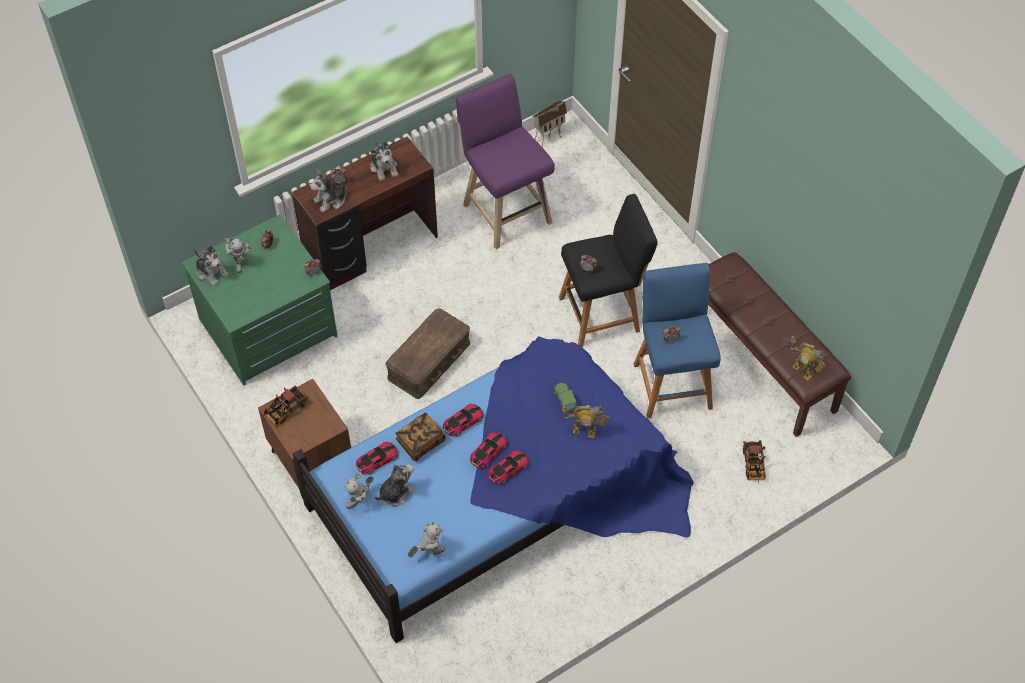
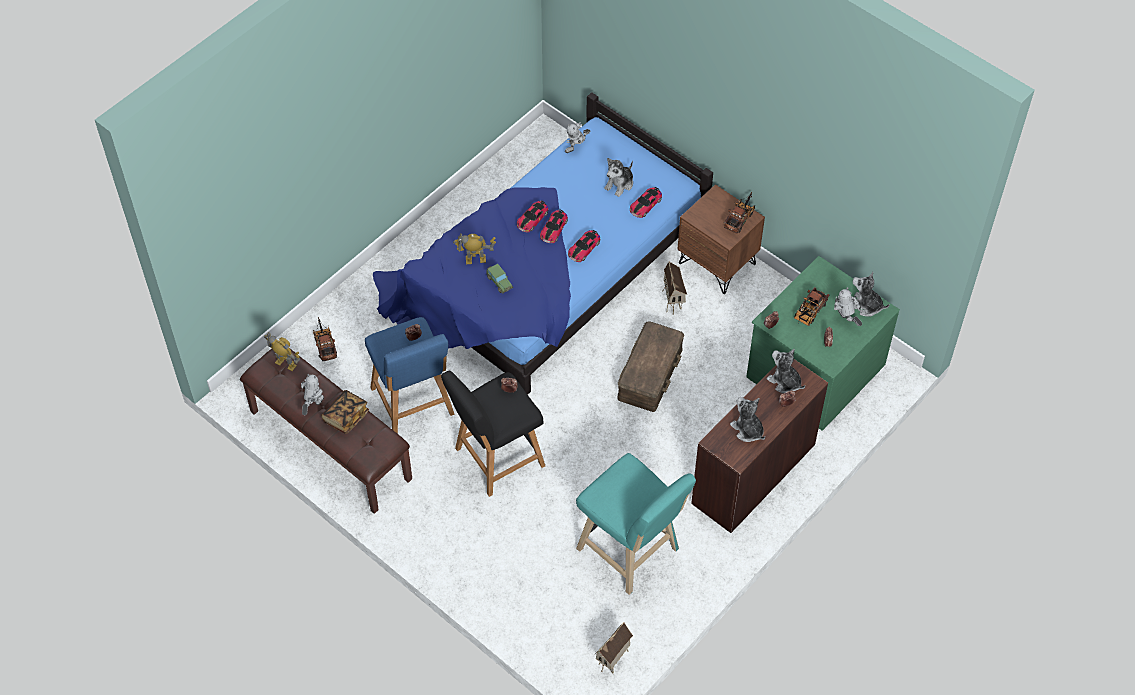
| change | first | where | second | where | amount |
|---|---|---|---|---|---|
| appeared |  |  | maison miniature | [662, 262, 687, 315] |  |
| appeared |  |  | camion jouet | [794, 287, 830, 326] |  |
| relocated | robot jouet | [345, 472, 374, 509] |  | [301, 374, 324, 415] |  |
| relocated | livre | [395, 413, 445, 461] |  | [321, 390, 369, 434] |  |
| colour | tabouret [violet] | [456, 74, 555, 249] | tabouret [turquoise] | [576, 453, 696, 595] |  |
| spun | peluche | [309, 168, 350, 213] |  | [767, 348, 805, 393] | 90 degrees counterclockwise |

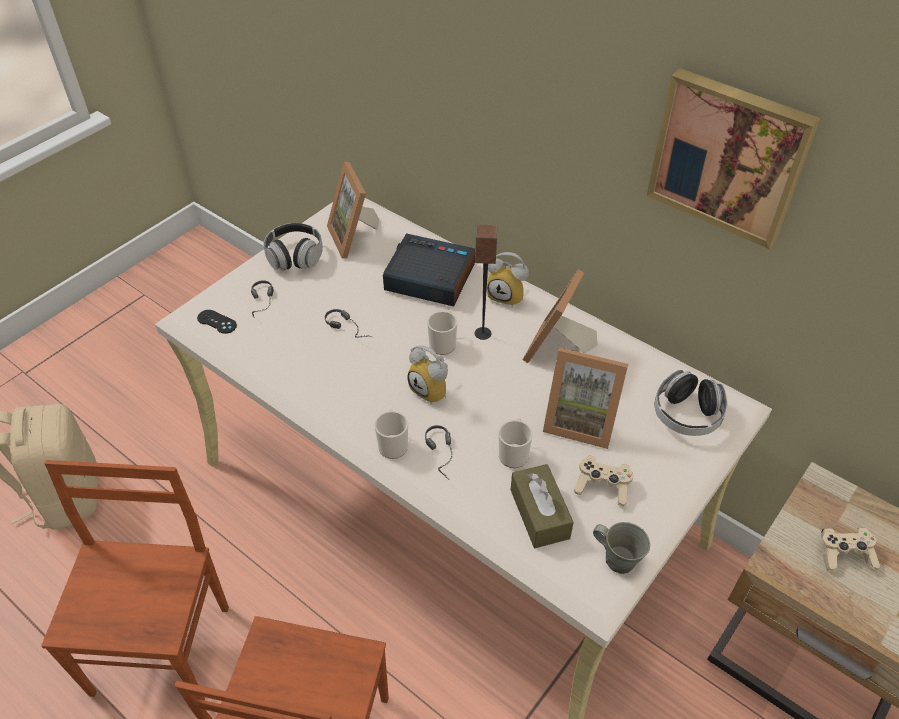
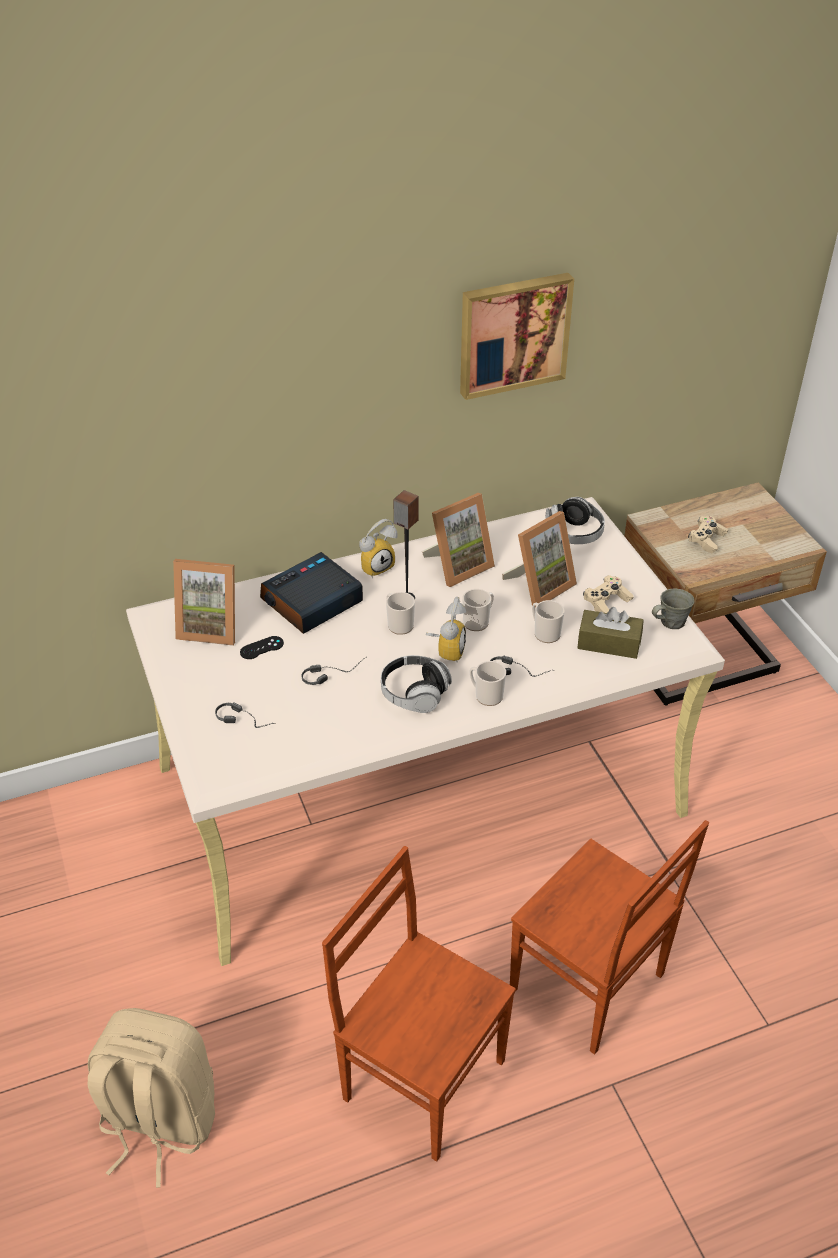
| change | first | where | second | where | amount |
|---|---|---|---|---|---|
| appeared |  |  | mug | [462, 589, 494, 631] |  |
| relocated | manette [noir] | [197, 310, 237, 334] |  | [240, 636, 284, 659] |  |
| relocated | casque audio | [263, 223, 323, 271] |  | [381, 655, 452, 713] |  |
| spun | réveil | [407, 345, 448, 404] |  | [426, 597, 466, 662] | 60 degrees counterclockwise |
| spun | cadre photo | [523, 269, 598, 363] |  | [422, 493, 495, 587] | 90 degrees counterclockwise |

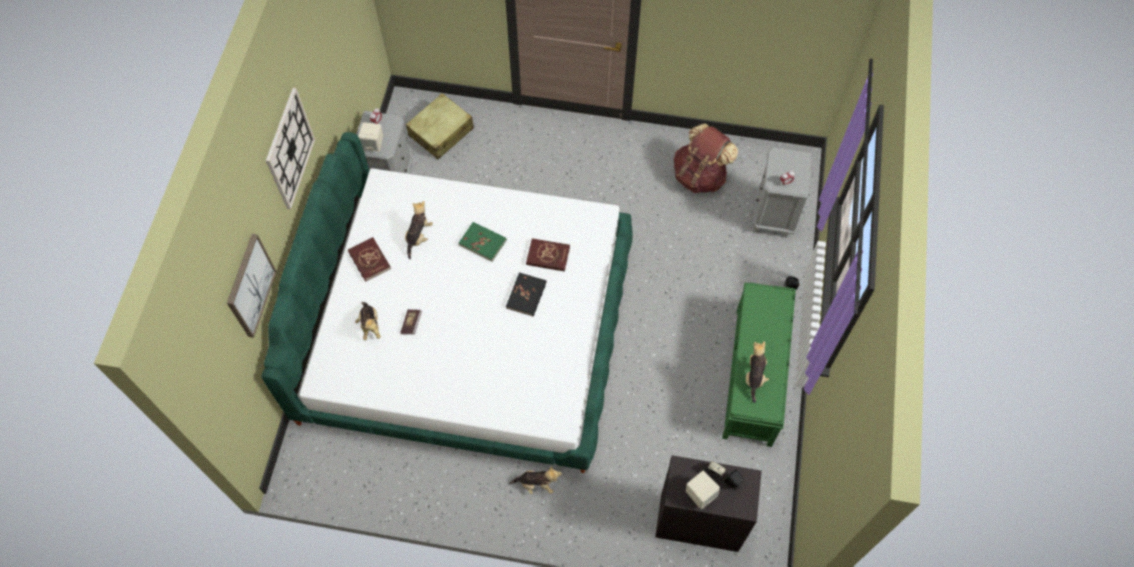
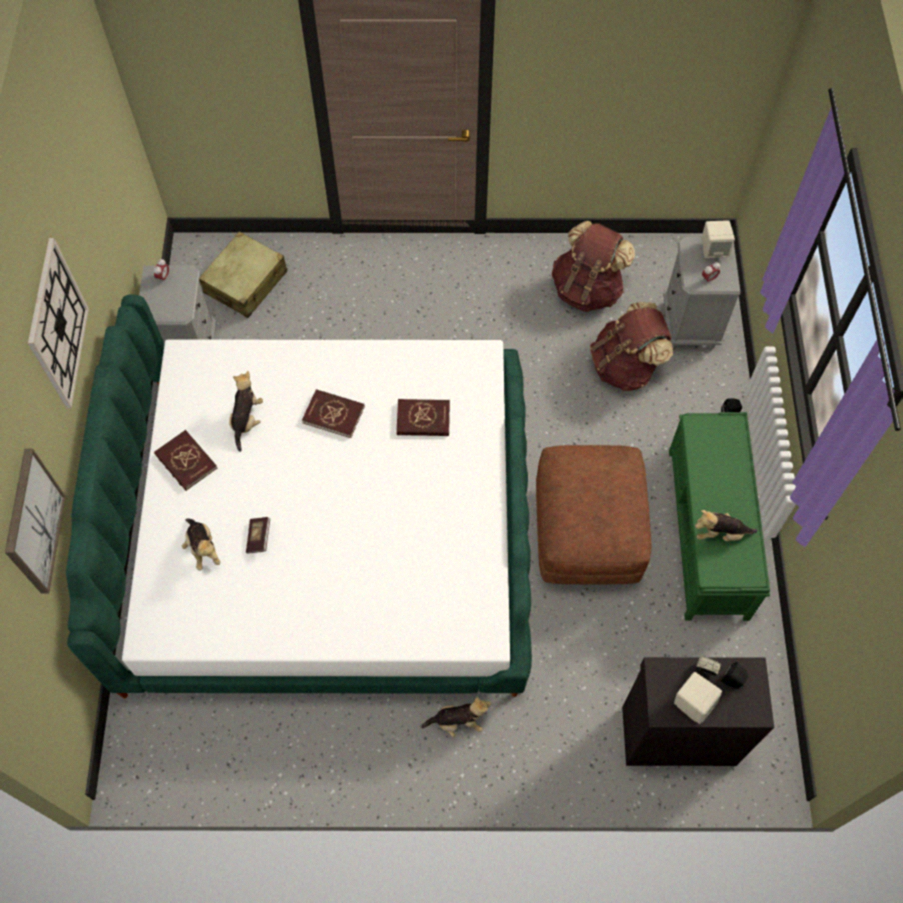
| change | first | where | second | where | amount |
|---|---|---|---|---|---|
| missing | livre [noir] | [506, 272, 547, 316] |  |  |  |
| appeared |  |  | pouf [marron] | [536, 445, 652, 585] |  |
| appeared |  |  | sac à dos [marron] | [590, 302, 673, 391] |  |
| relocated | enceinte [beige] | [358, 122, 383, 152] |  | [702, 220, 735, 258] |  |
| colour | livre [vert] | [459, 222, 507, 262] | livre [rouge] | [302, 389, 365, 438] |  |
| spun | peluche | [746, 341, 769, 403] |  | [695, 510, 757, 541] | 90 degrees counterclockwise |

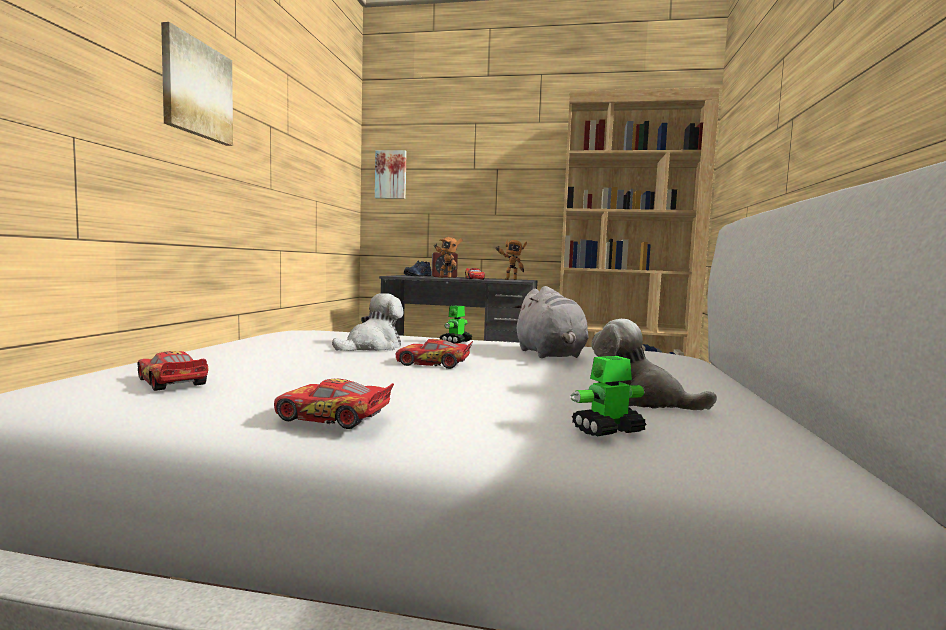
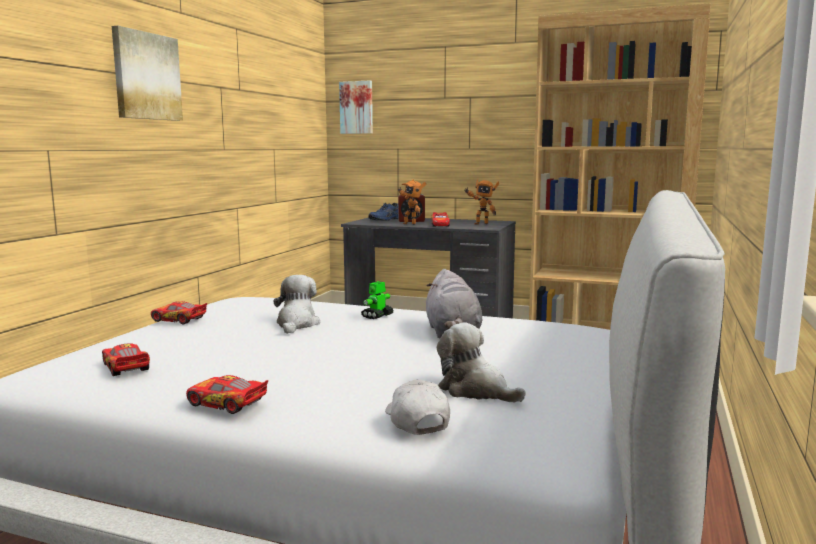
| change | first | where | second | where | amount |
|---|---|---|---|---|---|
| relocated | petite voiture | [396, 339, 473, 369] |  | [151, 301, 207, 324] |  |
| exchanged | robot jouet | [570, 356, 647, 436] | casquette [blanc] | [385, 380, 450, 435] |  |
| spun | peluche | [332, 293, 404, 351] |  | [274, 275, 320, 334] | 45 degrees counterclockwise |

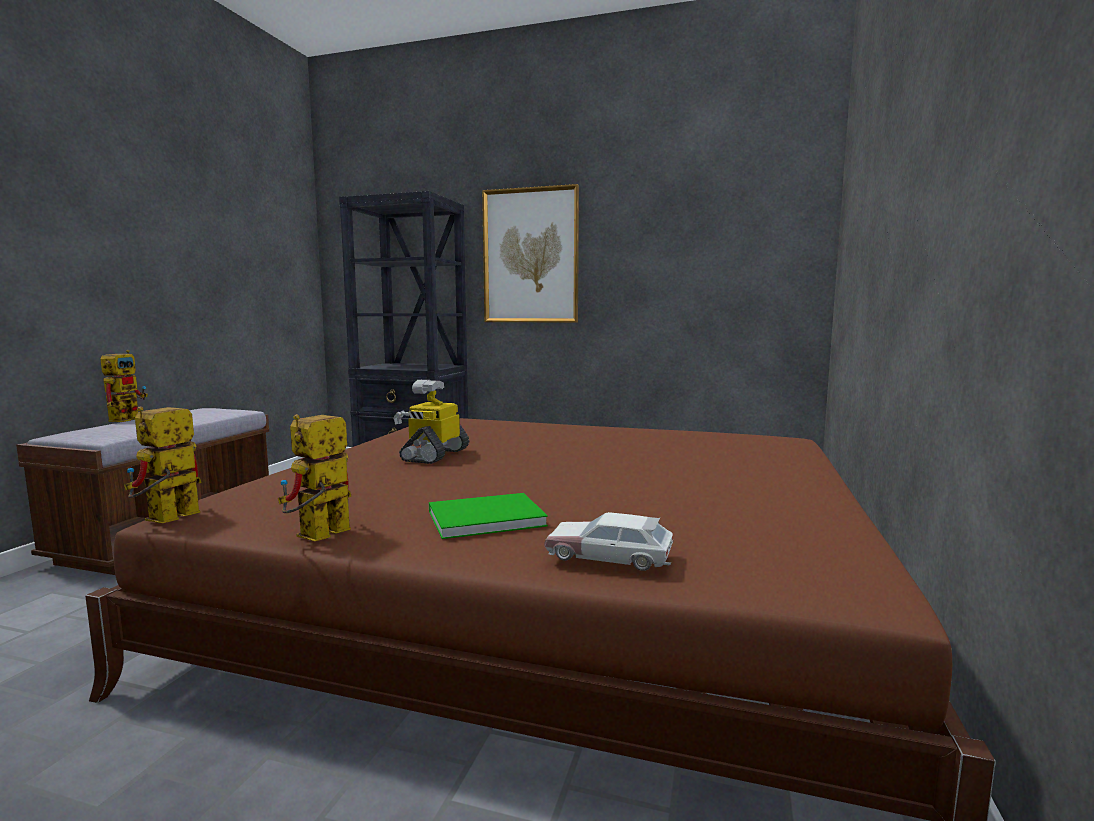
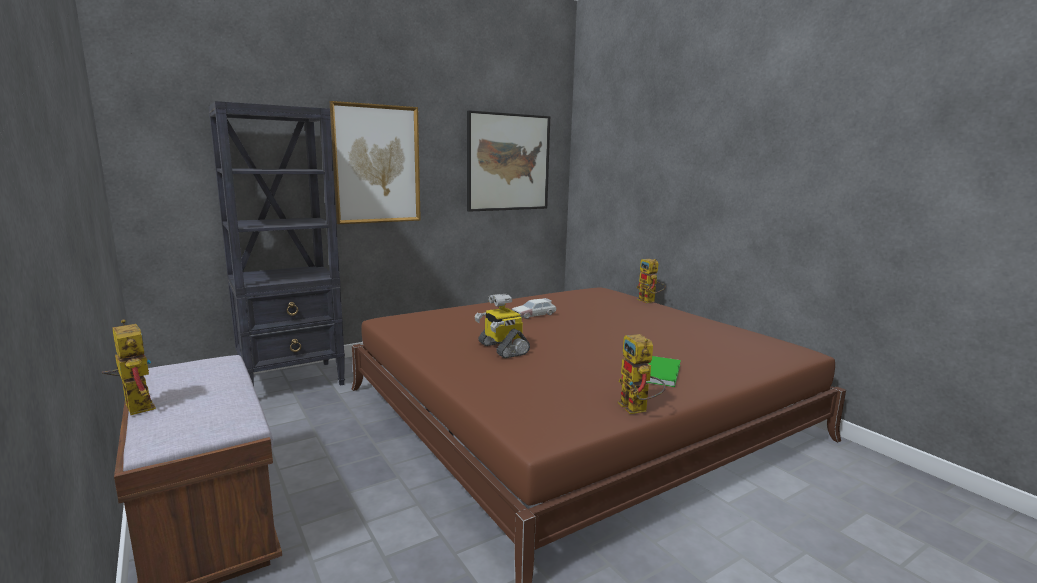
| change | first | where | second | where | amount |
|---|---|---|---|---|---|
| appeared |  |  | tableau | [467, 110, 550, 212] |  |
| relocated | robot jouet | [124, 406, 201, 523] |  | [637, 259, 666, 303] |  |
| relocated | petite voiture | [544, 512, 673, 571] |  | [512, 298, 556, 319] |  |

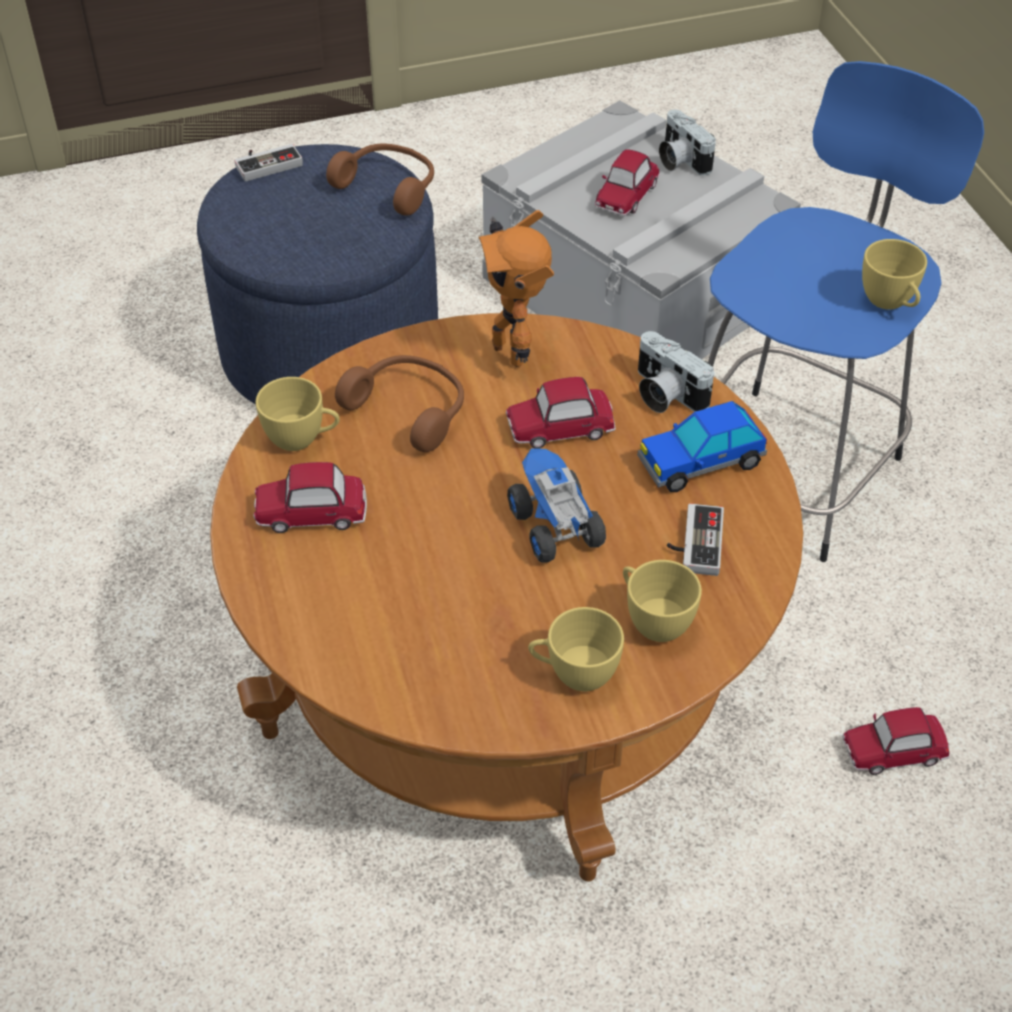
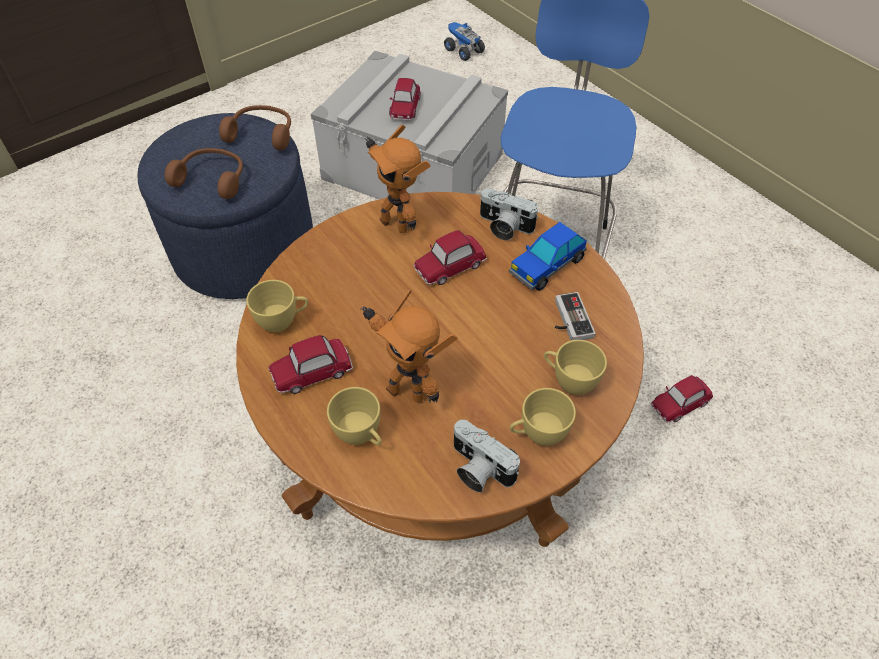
| change | first | where | second | where | amount |
|---|---|---|---|---|---|
| missing | manette | [234, 144, 303, 182] |  |  |  |
| appeared |  |  | robot jouet | [360, 290, 458, 403] |  |
| relocated | casque audio [marron] | [335, 355, 464, 452] |  | [165, 148, 243, 199] |  |
| relocated | camion jouet | [507, 448, 606, 562] |  | [444, 22, 485, 61] |  |
| relocated | appareil photo | [659, 110, 716, 176] |  | [454, 420, 520, 493] |  |
| relocated | tasse [jaune] | [862, 239, 927, 310] |  | [327, 387, 382, 445] |  |

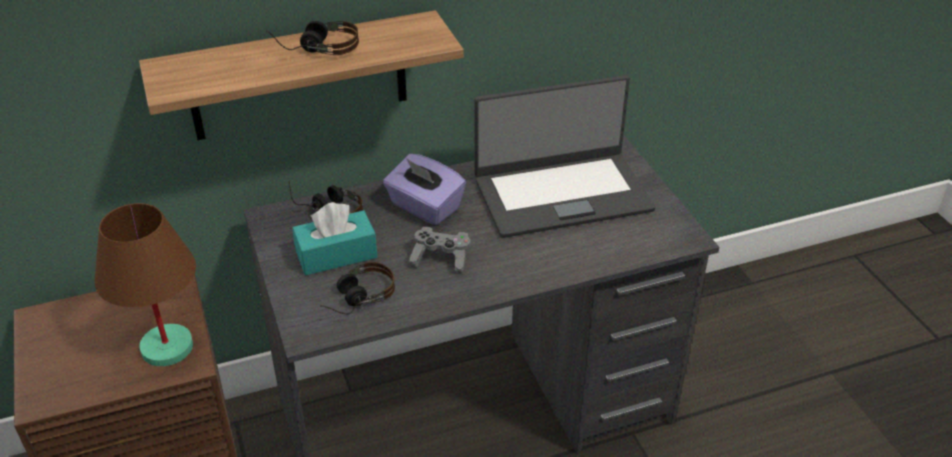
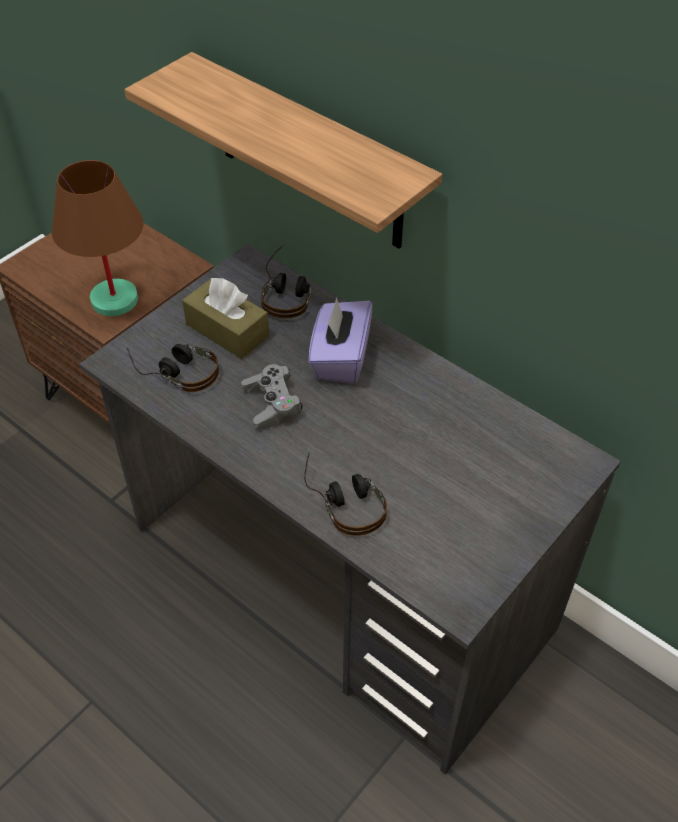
| change | first | where | second | where | amount |
|---|---|---|---|---|---|
| missing | ordinateur portable | [474, 75, 655, 238] |  |  |  |
| relocated | casque audio | [266, 21, 359, 55] |  | [304, 452, 387, 536] |  |
| colour | boîte à mouchoirs [turquoise] | [292, 202, 377, 275] | boîte à mouchoirs [marron] | [182, 278, 269, 359] |  |

